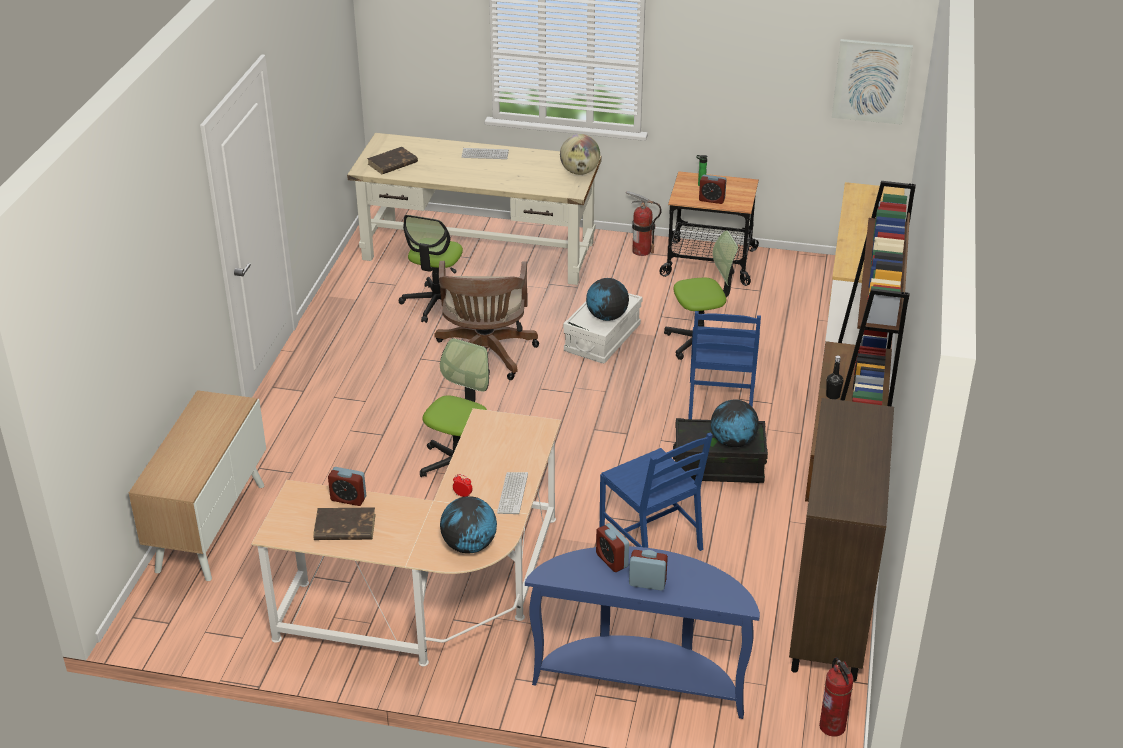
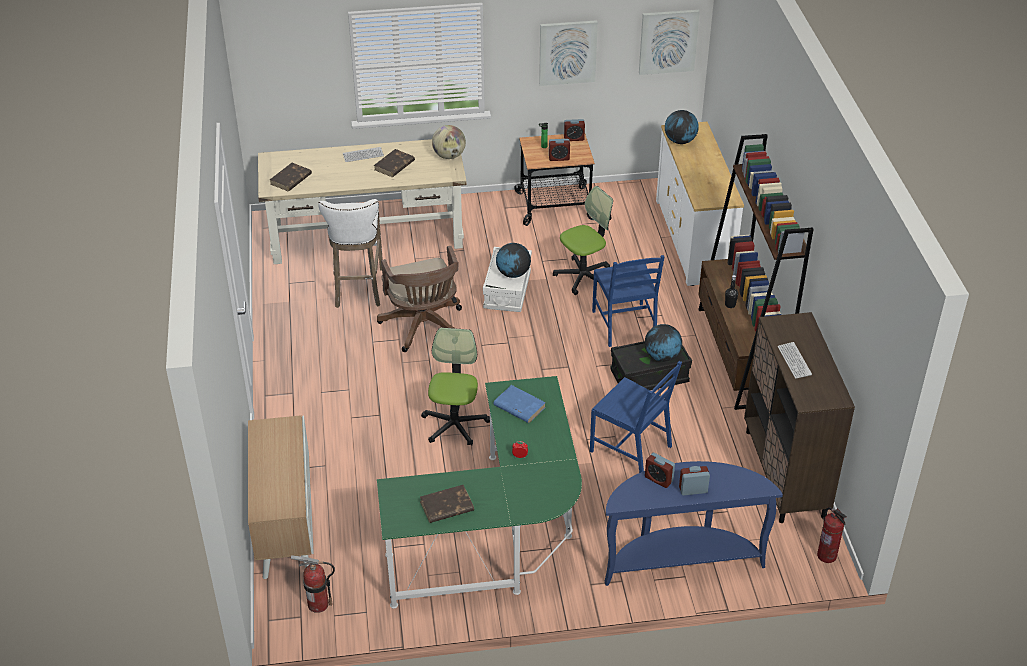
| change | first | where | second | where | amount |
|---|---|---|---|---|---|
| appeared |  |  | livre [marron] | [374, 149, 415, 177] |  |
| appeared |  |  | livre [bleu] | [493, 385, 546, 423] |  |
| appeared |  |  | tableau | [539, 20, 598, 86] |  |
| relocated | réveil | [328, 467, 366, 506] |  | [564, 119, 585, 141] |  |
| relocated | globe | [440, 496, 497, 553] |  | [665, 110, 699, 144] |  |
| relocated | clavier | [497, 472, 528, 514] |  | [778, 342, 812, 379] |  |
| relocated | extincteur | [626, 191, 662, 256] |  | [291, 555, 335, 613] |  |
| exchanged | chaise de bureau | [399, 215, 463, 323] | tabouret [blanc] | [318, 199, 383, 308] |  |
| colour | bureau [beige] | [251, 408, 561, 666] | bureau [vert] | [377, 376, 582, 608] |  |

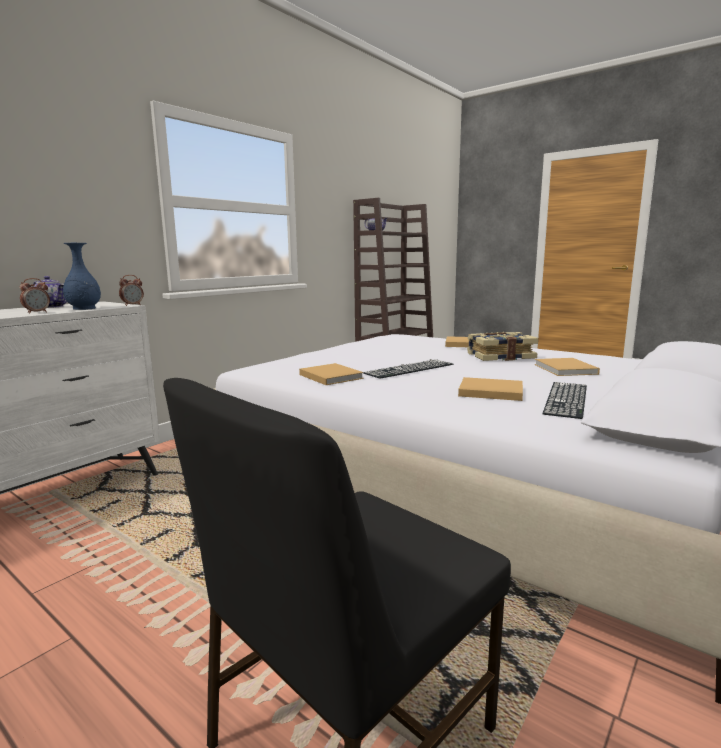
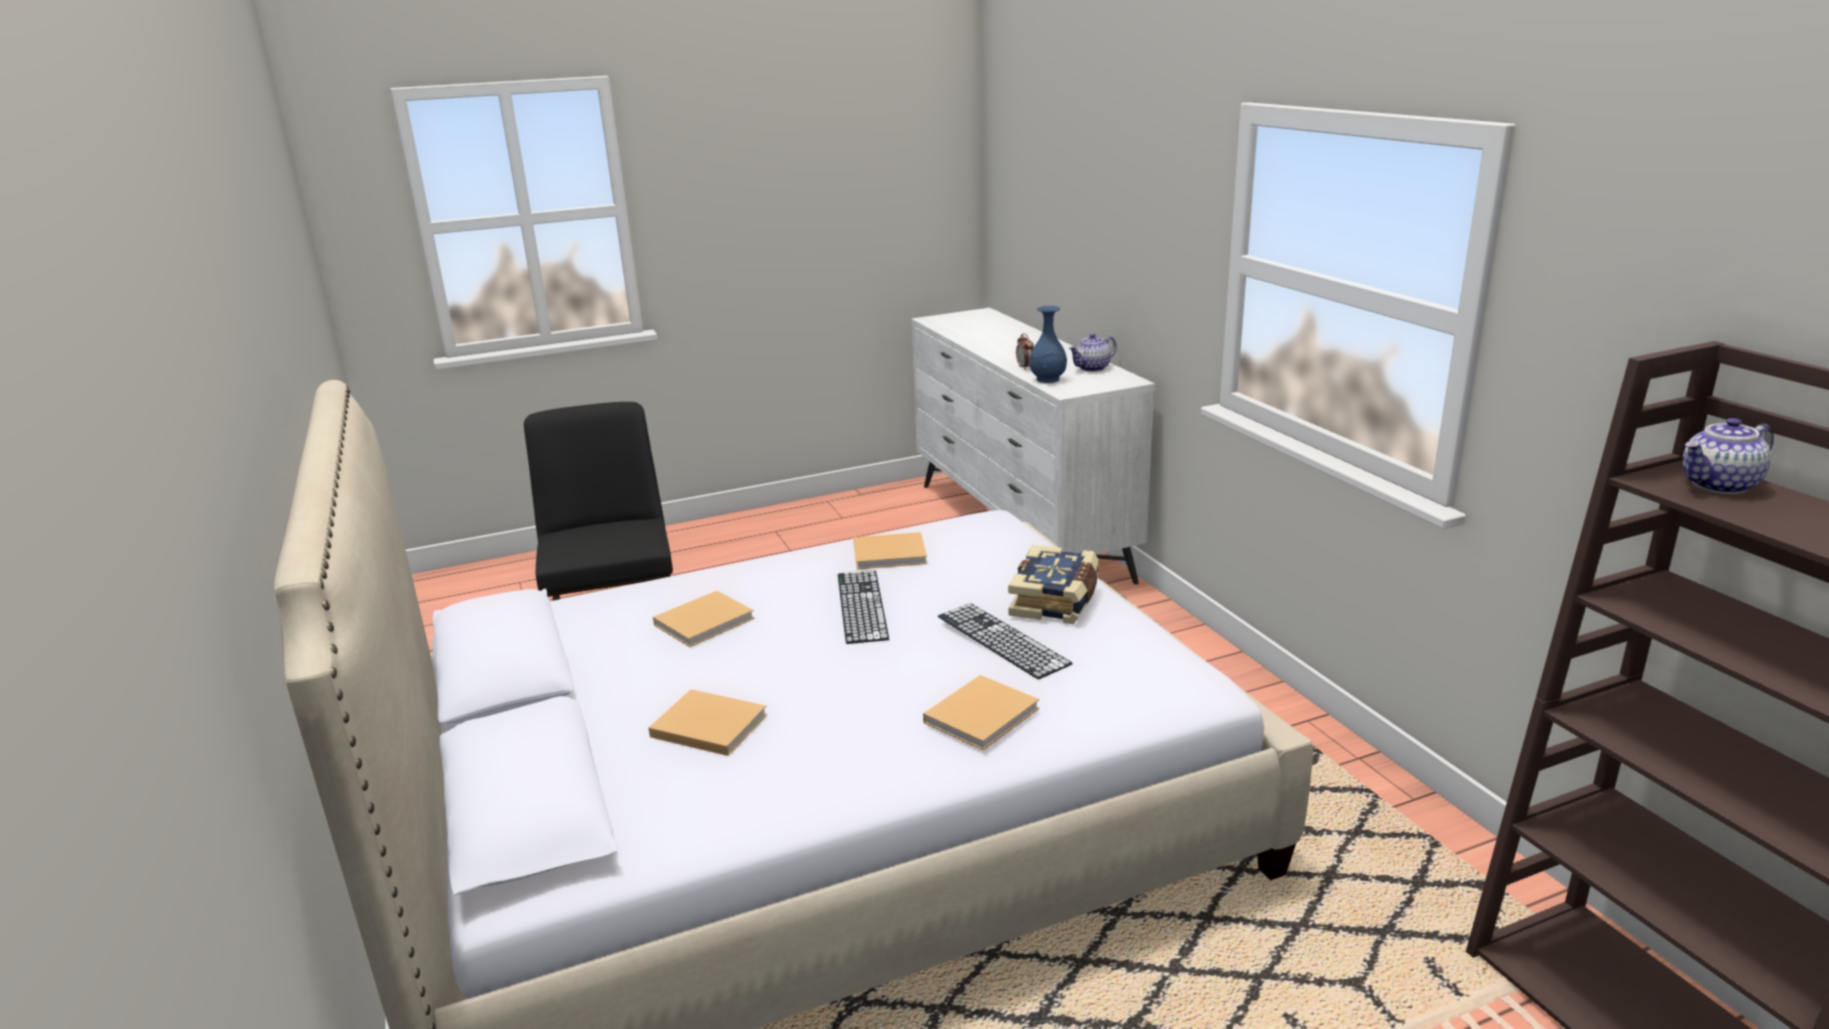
| change | first | where | second | where | amount |
|---|---|---|---|---|---|
| missing | réveil | [119, 275, 144, 306] |  |  |  |
| relocated | livre | [467, 332, 539, 361] |  | [1008, 545, 1099, 624] |  |
| relocated | clavier | [543, 382, 587, 419] |  | [938, 603, 1073, 679] |  |

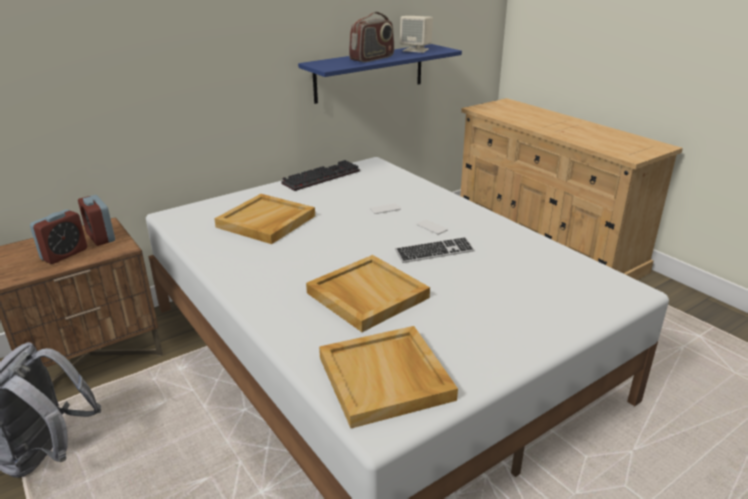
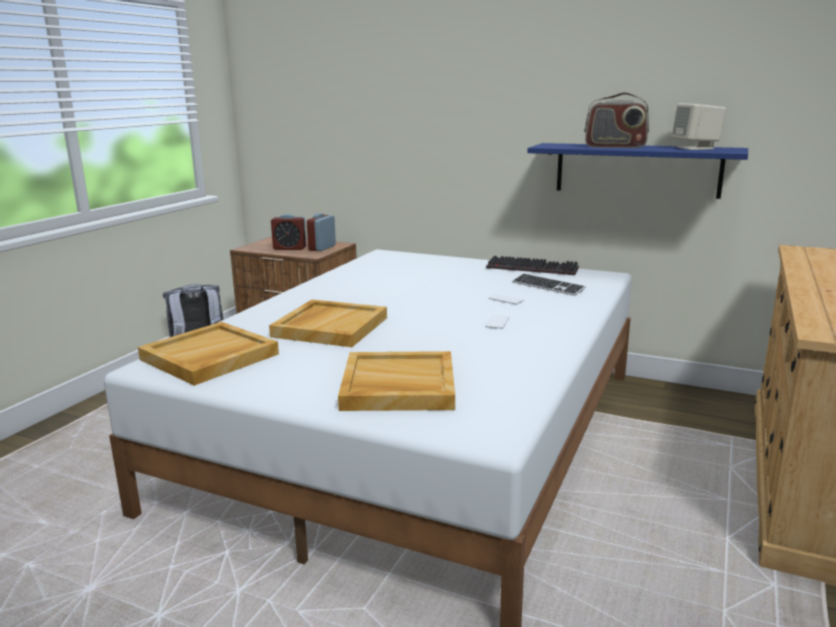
| change | first | where | second | where | amount |
|---|---|---|---|---|---|
| relocated | plateau [beige] | [214, 194, 315, 244] |  | [338, 351, 455, 411] |  |
| relocated | clavier | [395, 237, 475, 263] |  | [512, 274, 586, 296] |  |

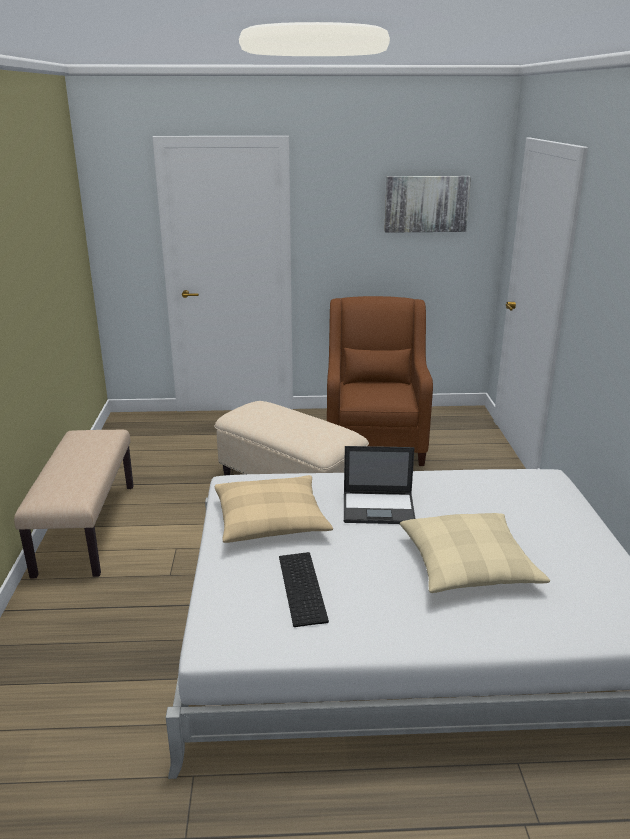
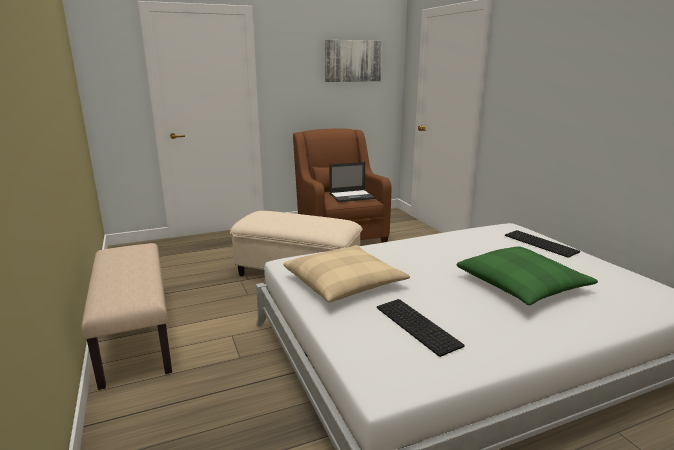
| change | first | where | second | where | amount |
|---|---|---|---|---|---|
| appeared |  |  | clavier | [505, 230, 580, 258] |  |
| relocated | ordinateur portable | [344, 446, 416, 524] |  | [329, 162, 375, 202] |  |
| colour | coussin [beige] | [400, 513, 550, 593] | coussin [vert] | [456, 246, 598, 305] |  |

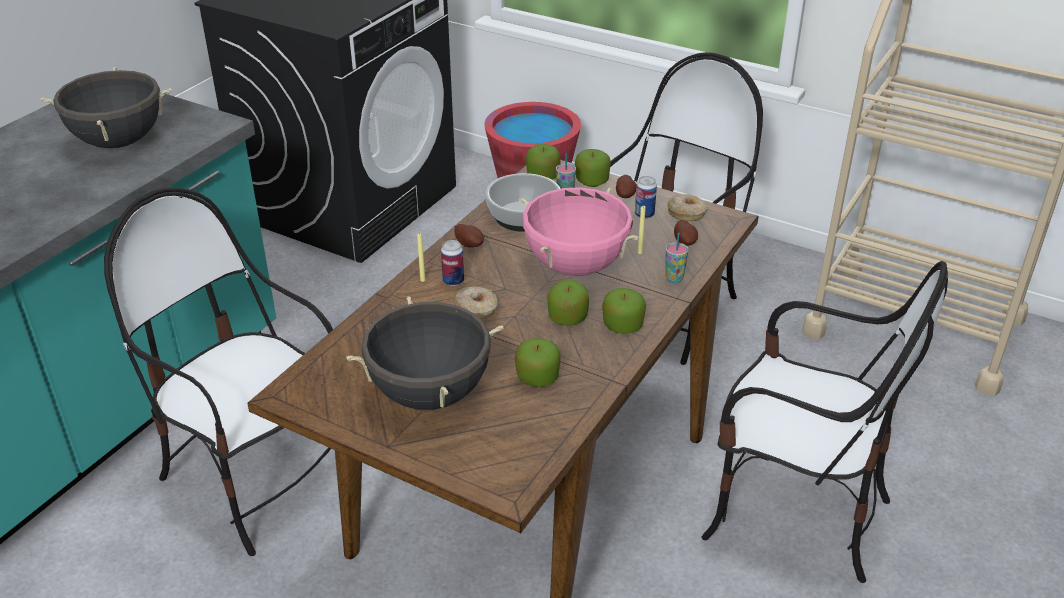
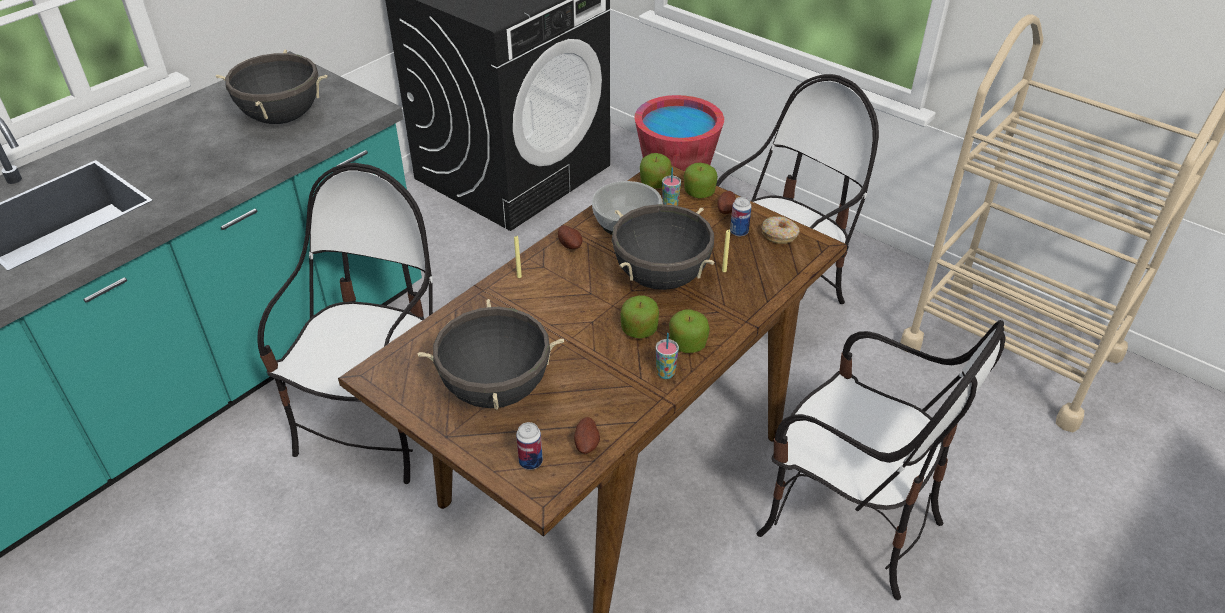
| change | first | where | second | where | amount |
|---|---|---|---|---|---|
| missing | beignet | [454, 286, 498, 319] |  |  |  |
| missing | pomme | [515, 338, 561, 387] |  |  |  |
| relocated | boîte métallique | [441, 240, 464, 286] |  | [516, 422, 543, 470] |  |
| relocated | tasse | [665, 233, 688, 283] |  | [656, 333, 679, 379] |  |
| relocated | pomme de terre | [674, 220, 698, 246] |  | [574, 417, 600, 454] |  |
| colour | marmite [rose] | [519, 187, 639, 276] | marmite [noir] | [612, 204, 715, 290] |  |
| spun | chaise | [104, 187, 333, 556] |  | [257, 163, 433, 484] | 60 degrees clockwise |

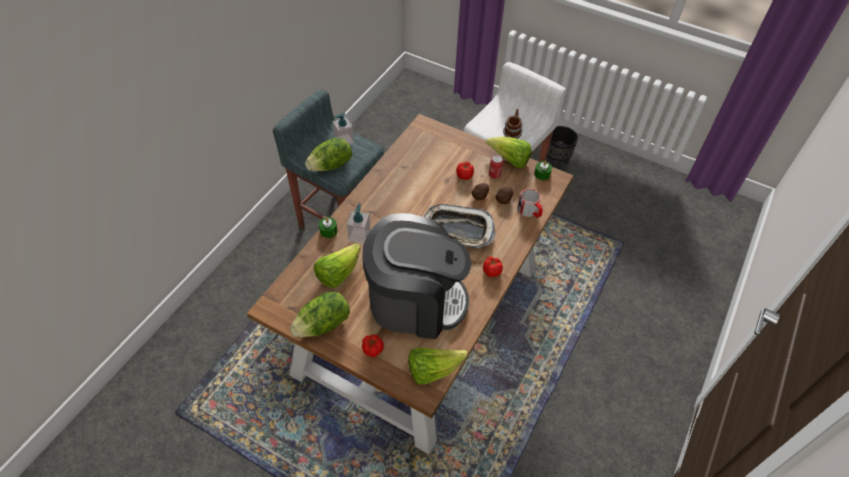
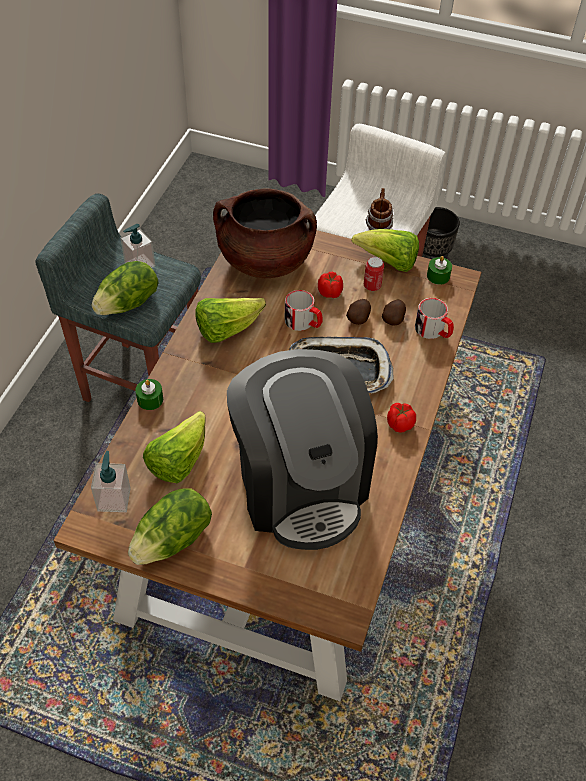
| change | first | where | second | where | amount |
|---|---|---|---|---|---|
| missing | tomate | [362, 335, 384, 357] |  |  |  |
| appeared |  |  | marmite [marron] | [213, 189, 317, 278] |  |
| appeared |  |  | mug | [285, 290, 322, 331] |  |
| relocated | distributeur de savon | [347, 203, 371, 244] |  | [91, 451, 131, 512] |  |
| relocated | laitue | [408, 347, 468, 384] |  | [195, 298, 266, 343] |  |
| spun | machine à café | [362, 213, 471, 339] |  | [227, 349, 378, 550] | 75 degrees clockwise |

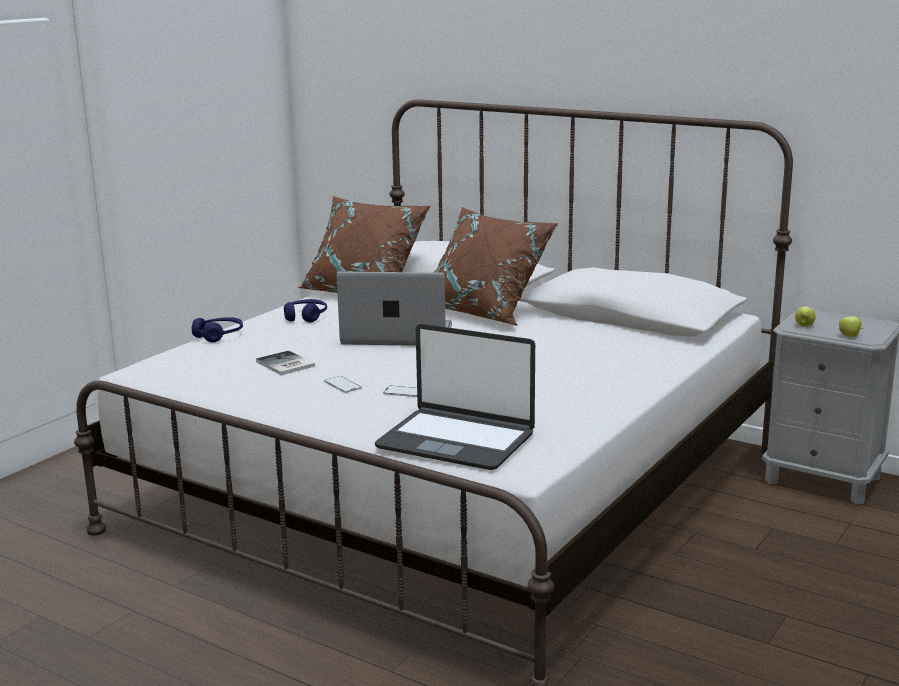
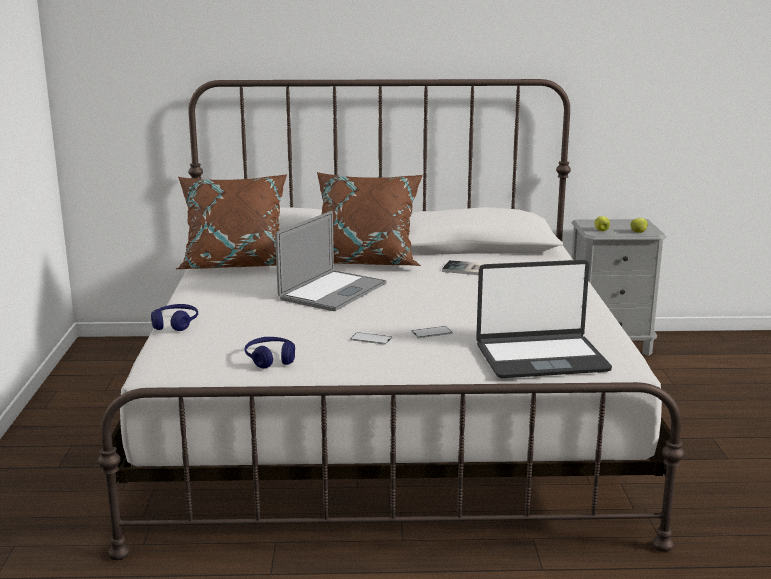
| change | first | where | second | where | amount |
|---|---|---|---|---|---|
| relocated | livre | [256, 351, 315, 375] |  | [442, 260, 485, 275] |  |
| relocated | casque audio [bleu] | [284, 299, 327, 323] |  | [245, 337, 295, 369] |  |
| spun | ordinateur portable | [337, 272, 452, 346] |  | [275, 211, 387, 311] | 150 degrees clockwise |

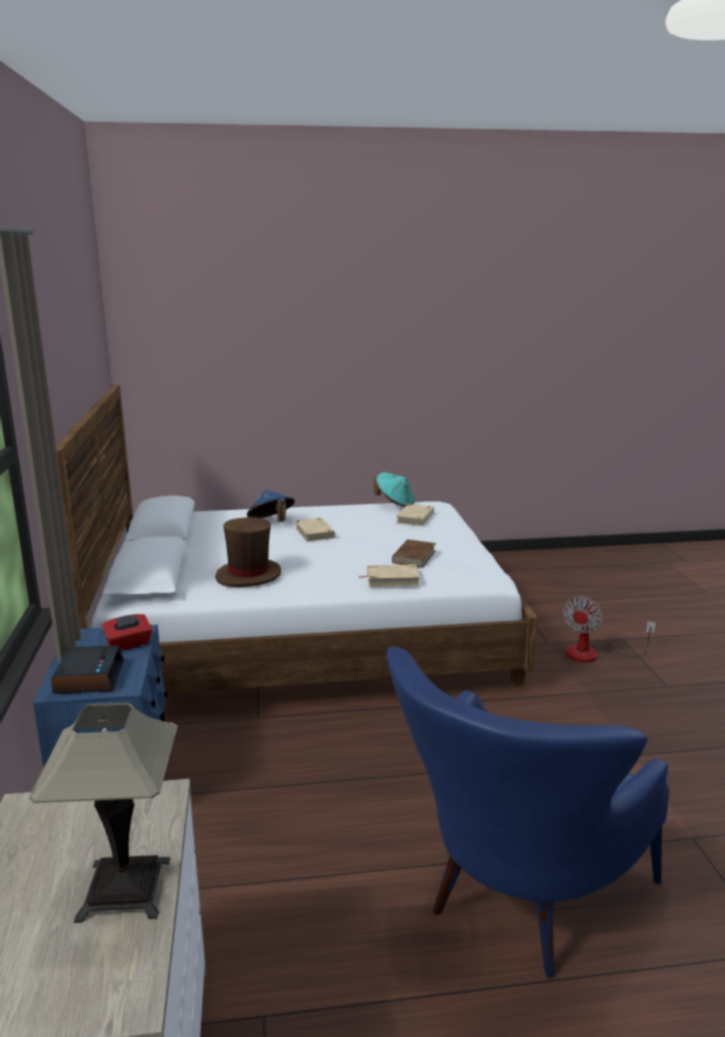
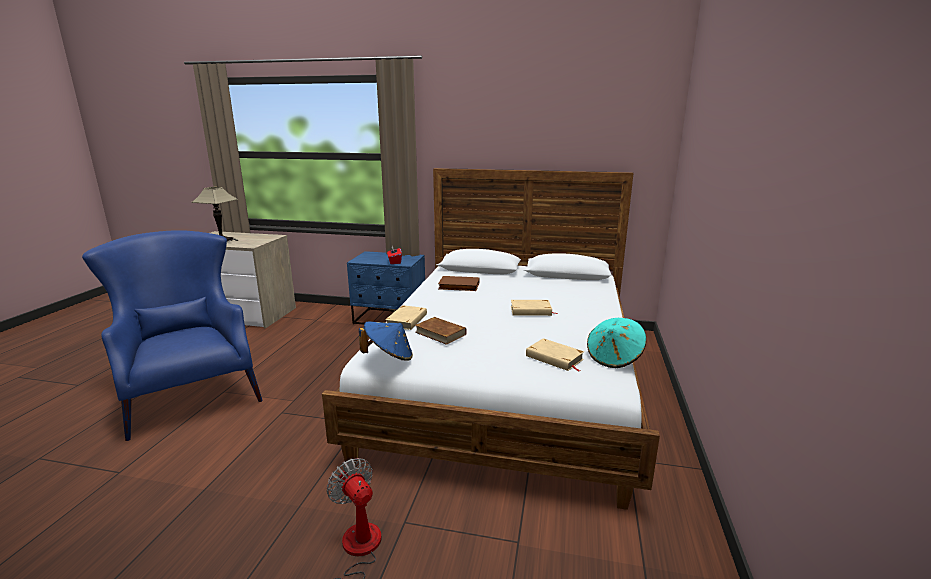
| change | first | where | second | where | amount |
|---|---|---|---|---|---|
| missing | réveil | [51, 645, 124, 694] |  |  |  |
| relocated | chapeau [bleu] | [247, 490, 295, 522] |  | [359, 321, 413, 361] |  |
| exchanged | chapeau [marron] | [215, 517, 281, 587] | livre [marron] | [438, 276, 479, 291] |  |

